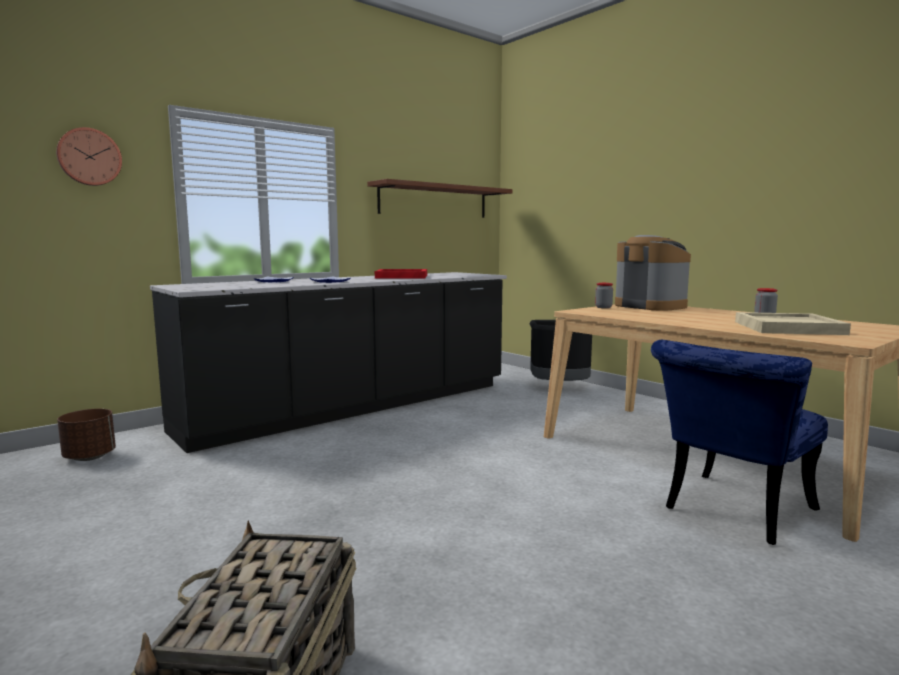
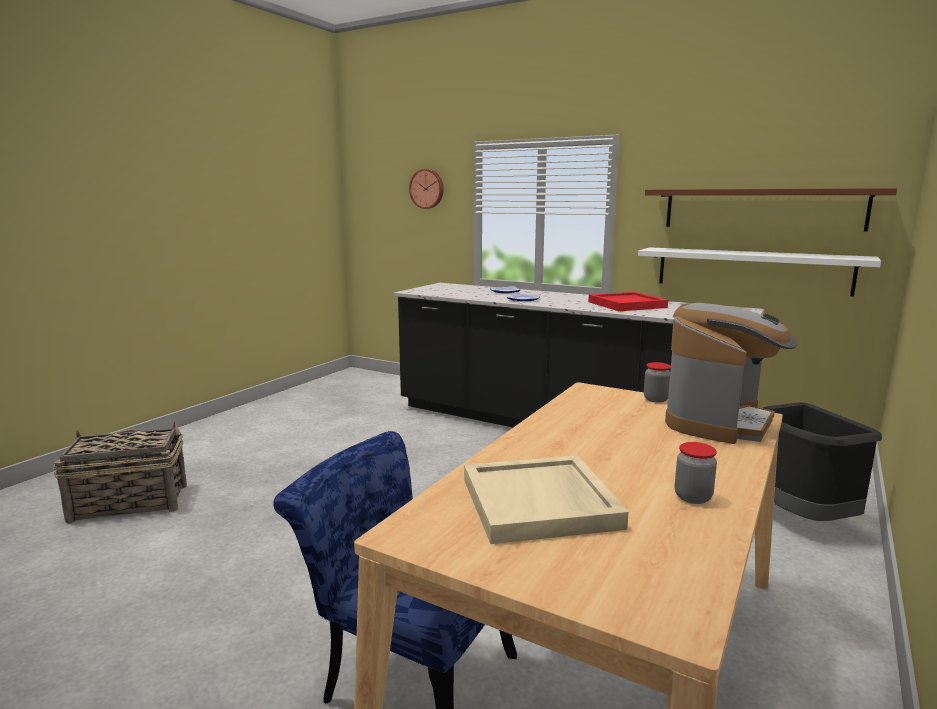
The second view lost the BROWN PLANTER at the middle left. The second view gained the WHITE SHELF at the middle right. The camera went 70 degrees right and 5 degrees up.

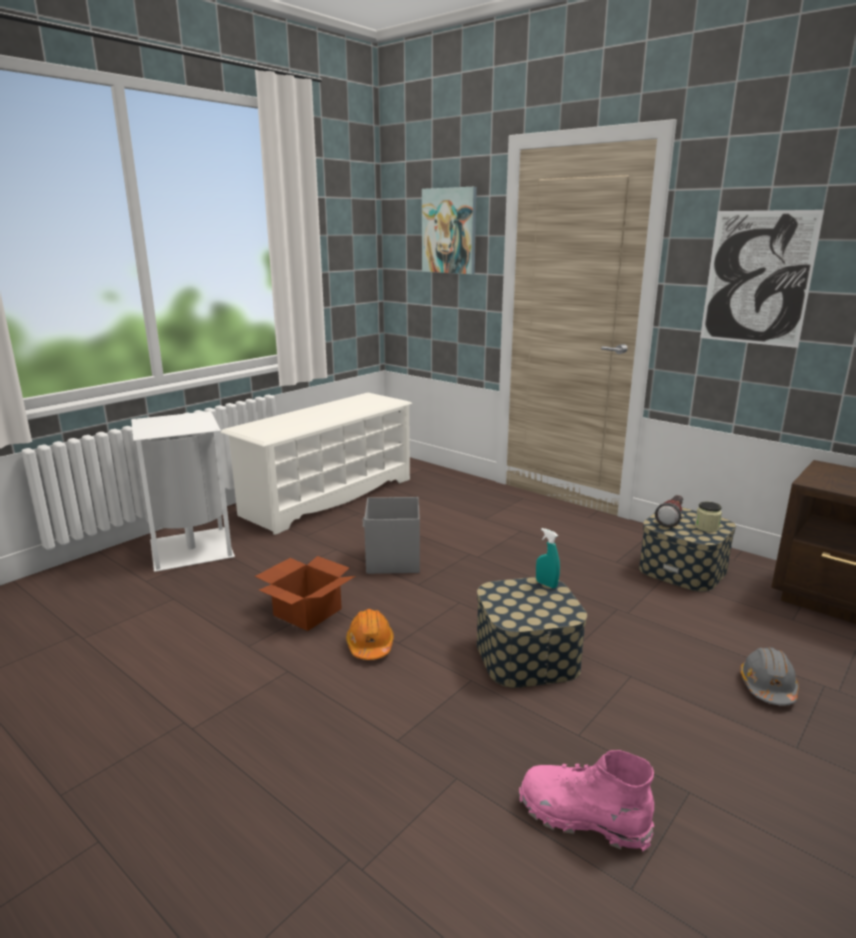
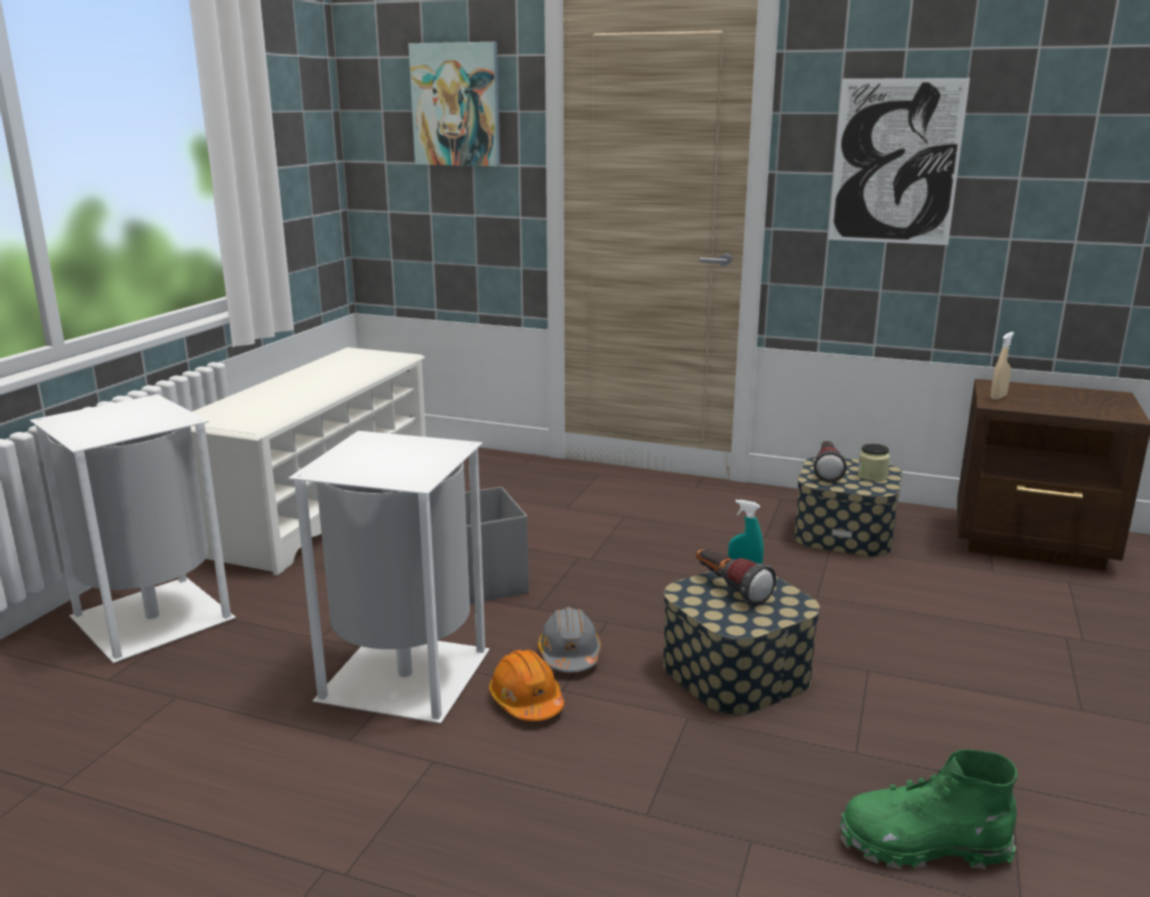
Where the CARDBOARD BOX stood at the centre, the WHITE TRASH CAN (no. 2 from left) came to stand at the centre. The GREY HARD HAT ended up elsewhere, having gone from the bottom right to the bottom centre. What was the PINK BOOT at the bottom right turned into the GREEN BOOT at the bottom right. The second view gained the BEIGE SPRAY BOTTLE at the middle right. The second view gained the FLASHLIGHT (no. 1 from left) at the centre. The camera went 20 degrees left and 0 degrees up.

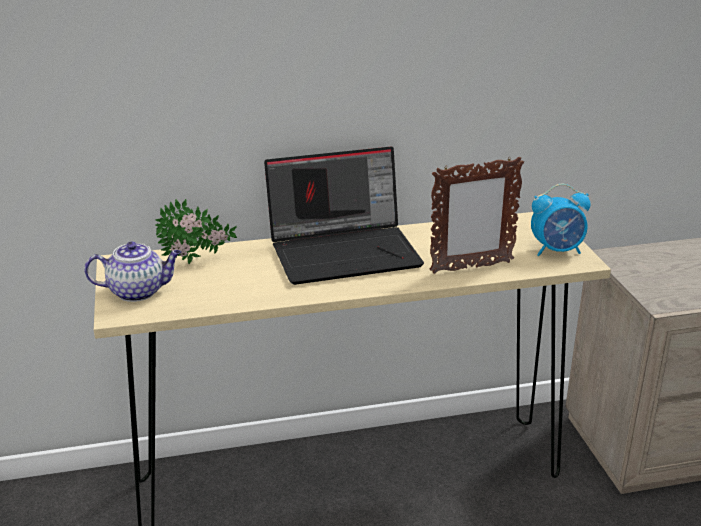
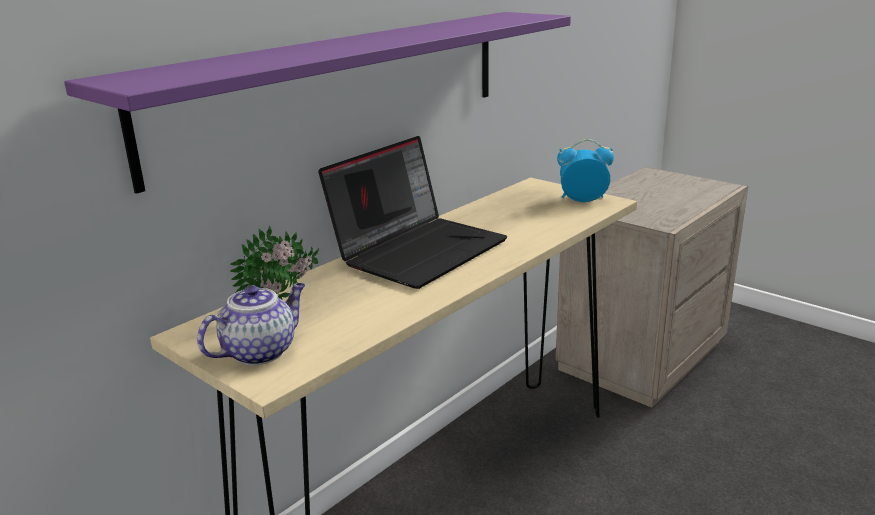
The second view lost the PICTURE FRAME at the middle right. The ALARM CLOCK at the middle right ended up facing another way, 135 degrees counterclockwise from before. The second view gained the PURPLE SHELF at the top centre. The camera went 35 degrees left and 5 degrees down.

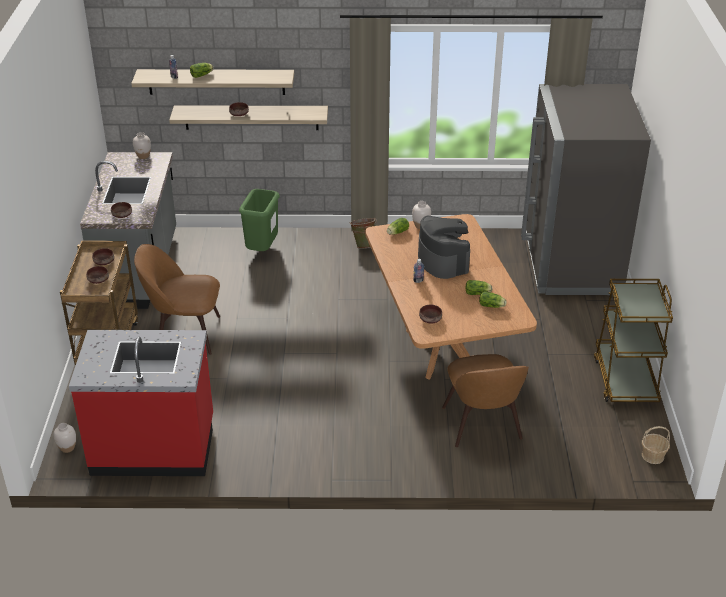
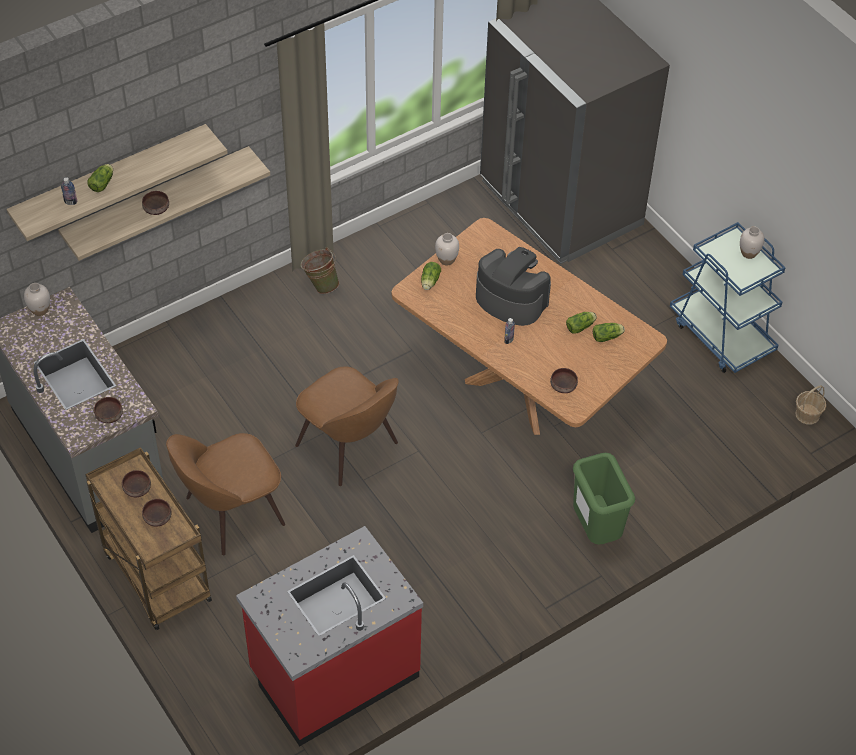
The GREEN TRASH CAN ended up elsewhere, having gone from the centre to the middle right. What was the BROWN CART (no. 2 from left) at the middle right turned into the BLUE CART at the middle right. The BROWN CHAIR (no. 2 from left) ended up elsewhere, having gone from the bottom right to the centre. The WHITE VASE (no. 1 from left in the first image) ended up elsewhere, having gone from the bottom left to the top right. The camera went 35 degrees left and 15 degrees up.

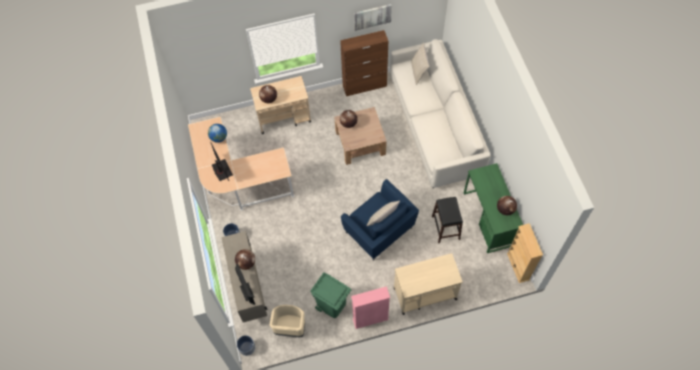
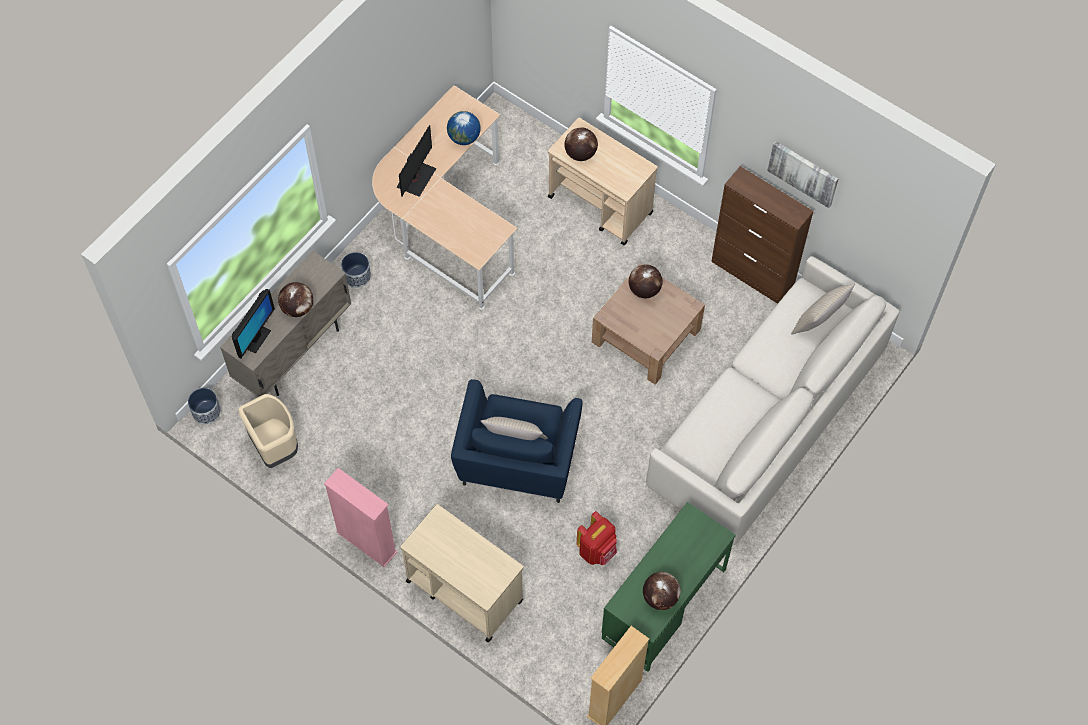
Where the BLACK STOOL stood at the centre, the RED BACKPACK came to stand at the bottom centre. The second view lost the GREEN TRASH CAN at the bottom centre. The camera went 50 degrees right and 0 degrees up.

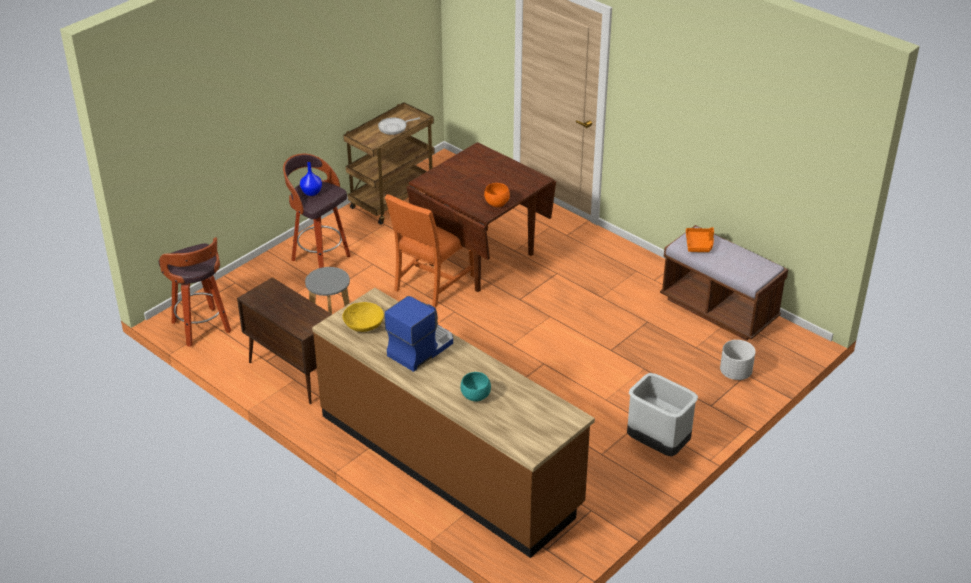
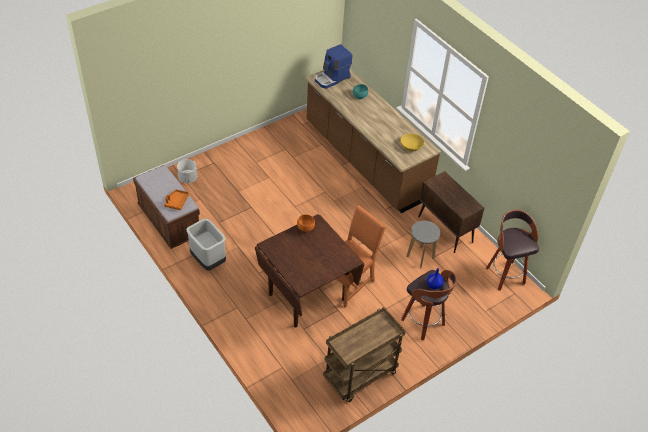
The second view lost the FRYING PAN at the top centre. The COFFEE MACHINE ended up elsewhere, having gone from the centre to the top centre. The GREY TRASH CAN ended up elsewhere, having gone from the bottom right to the middle left. The camera went 170 degrees left and 10 degrees up.

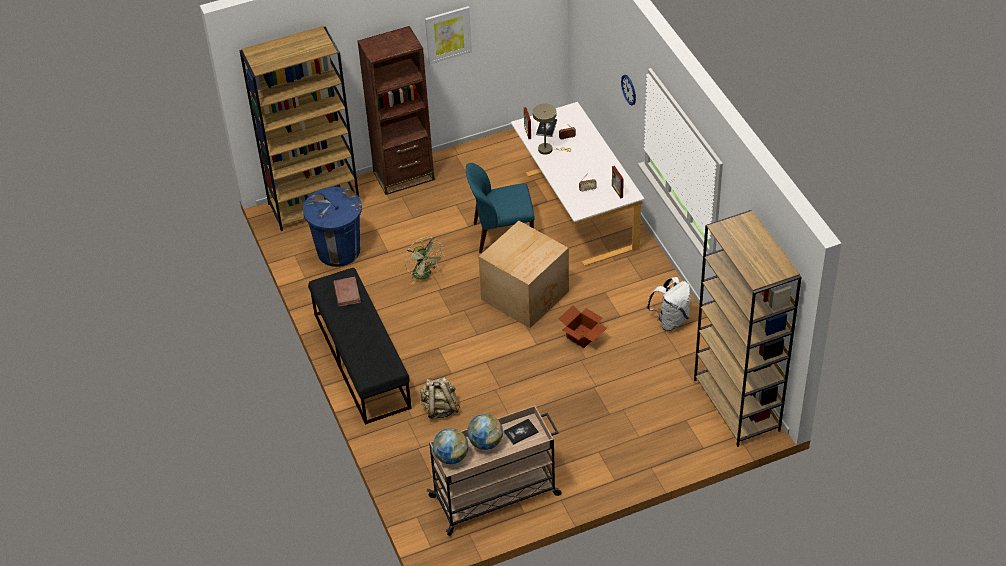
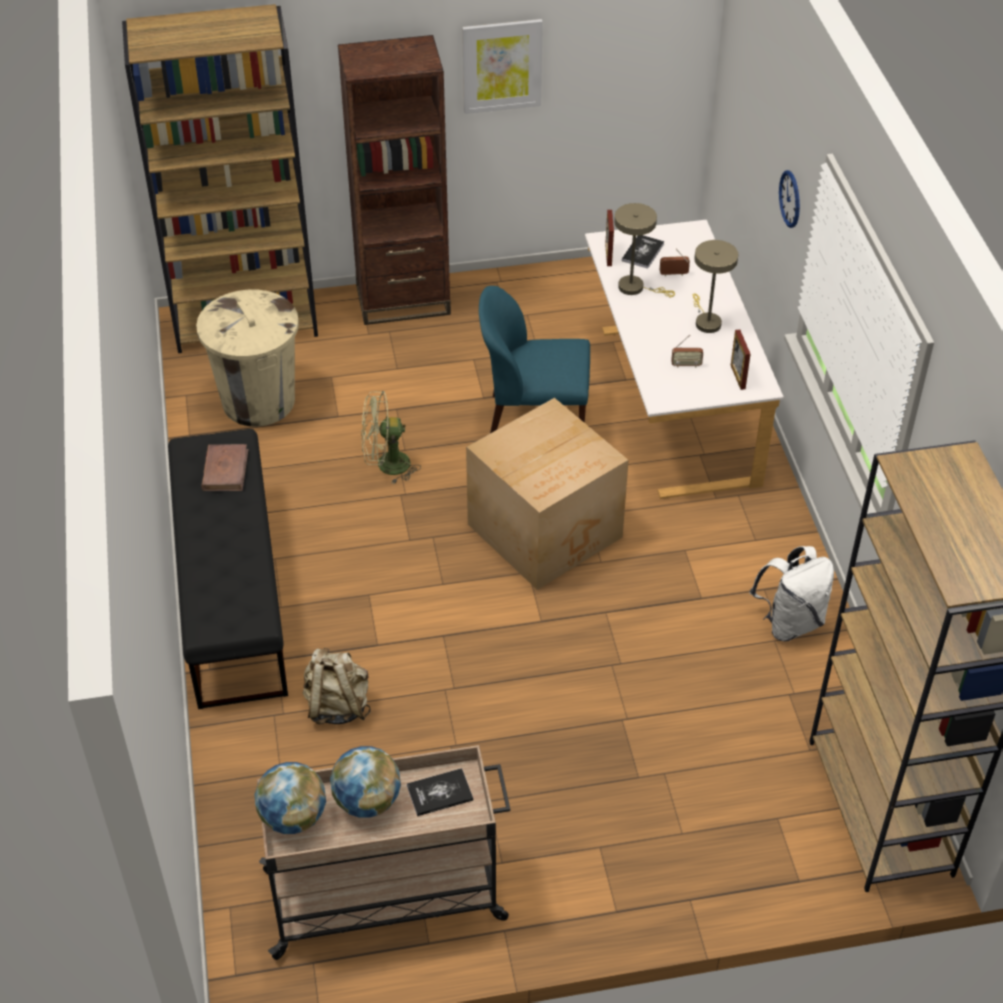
What was the BLUE TRASH CAN at the middle left turned into the BEIGE TRASH CAN at the middle left. The GREEN FAN at the centre ended up facing another way, 105 degrees clockwise from before. The second view lost the CARDBOARD BOX (no. 2 from left) at the centre. The second view gained the BEIGE TABLE LAMP (no. 2 from left) at the top right. The camera went 10 degrees right and 0 degrees up.

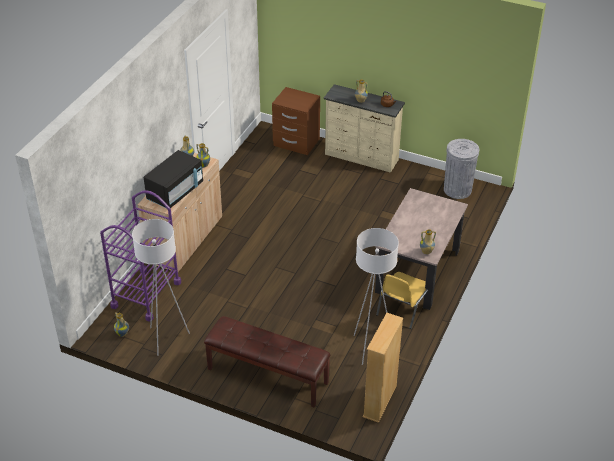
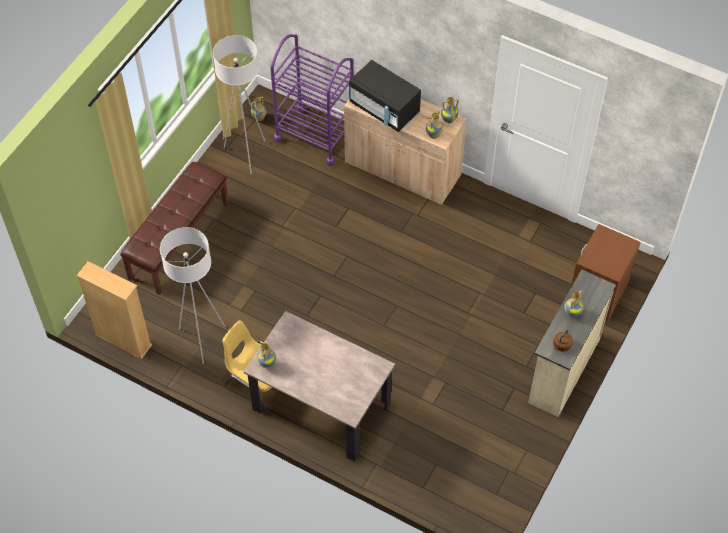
The second view lost the GREY TRASH CAN at the middle right. The camera went 95 degrees right and 15 degrees up.

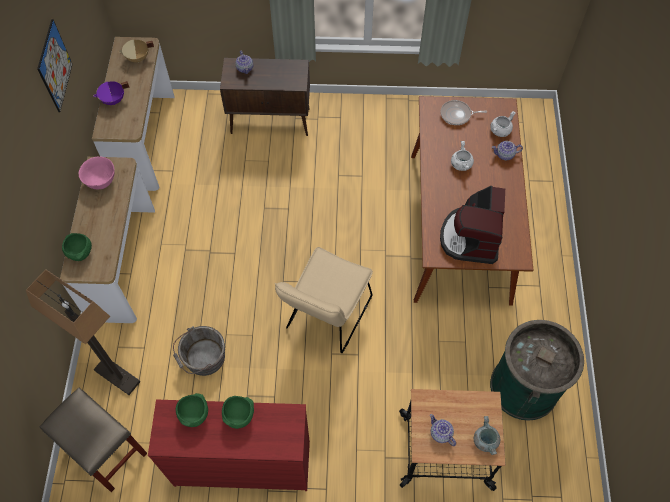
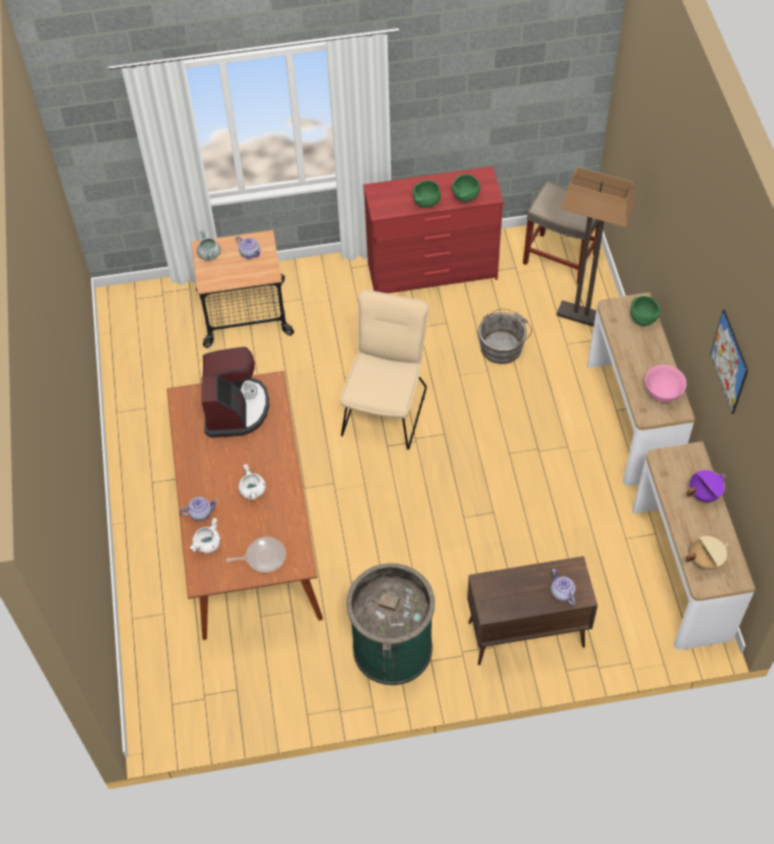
The GREEN TRASH CAN ended up elsewhere, having gone from the bottom right to the bottom centre. The camera went 170 degrees right and 5 degrees down.

